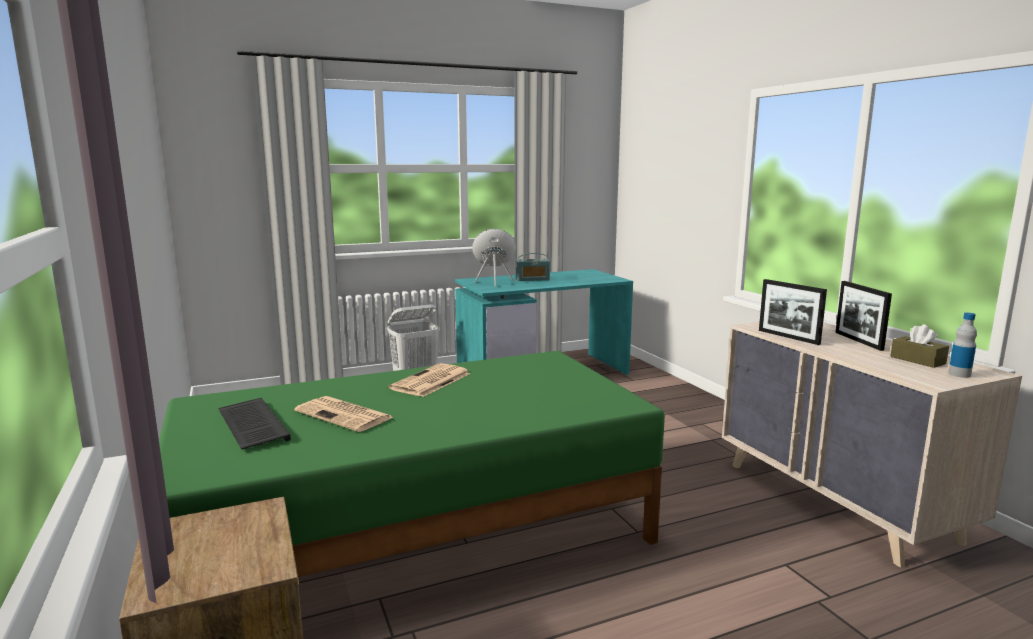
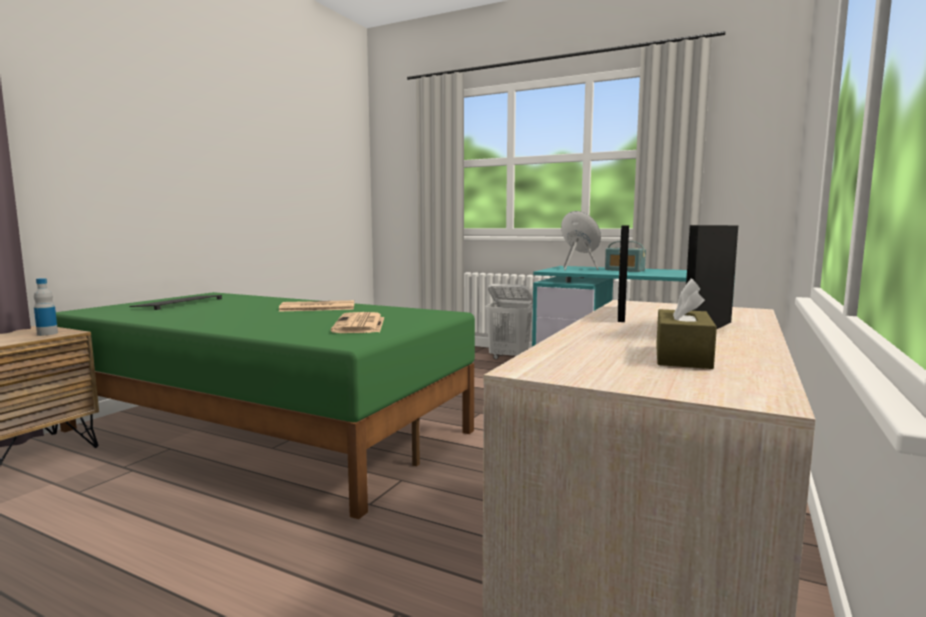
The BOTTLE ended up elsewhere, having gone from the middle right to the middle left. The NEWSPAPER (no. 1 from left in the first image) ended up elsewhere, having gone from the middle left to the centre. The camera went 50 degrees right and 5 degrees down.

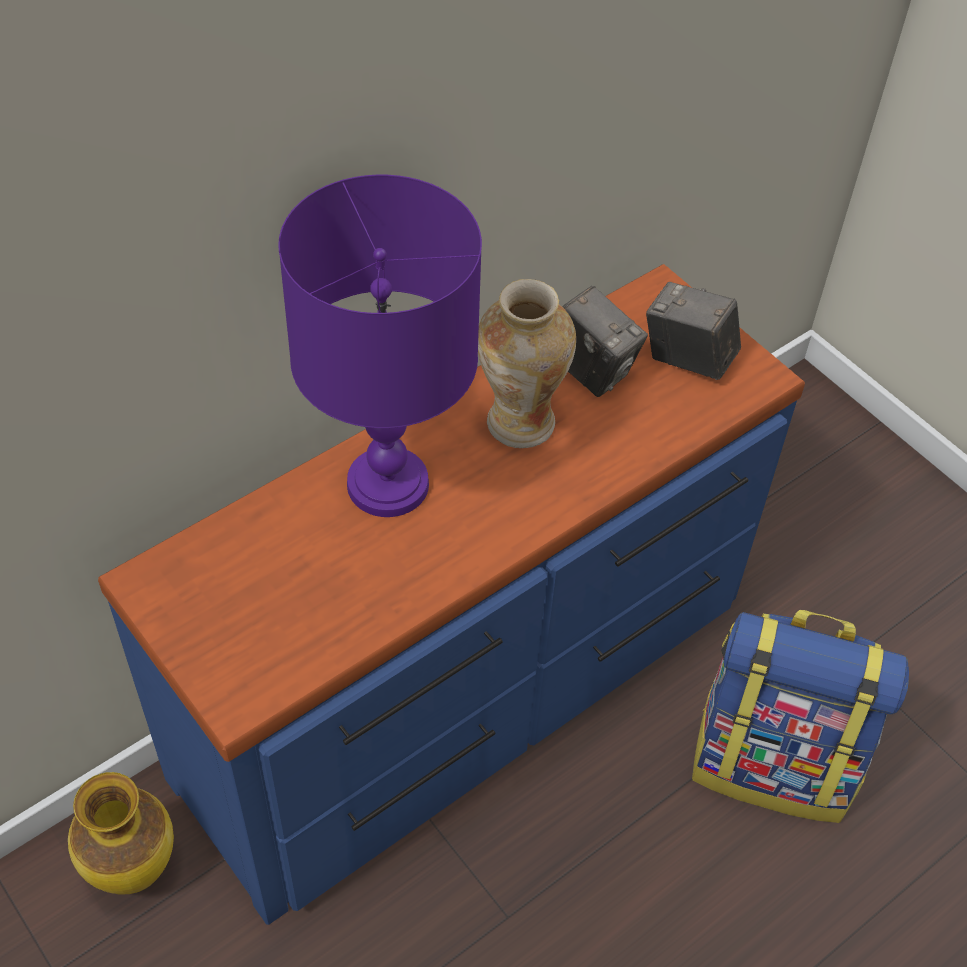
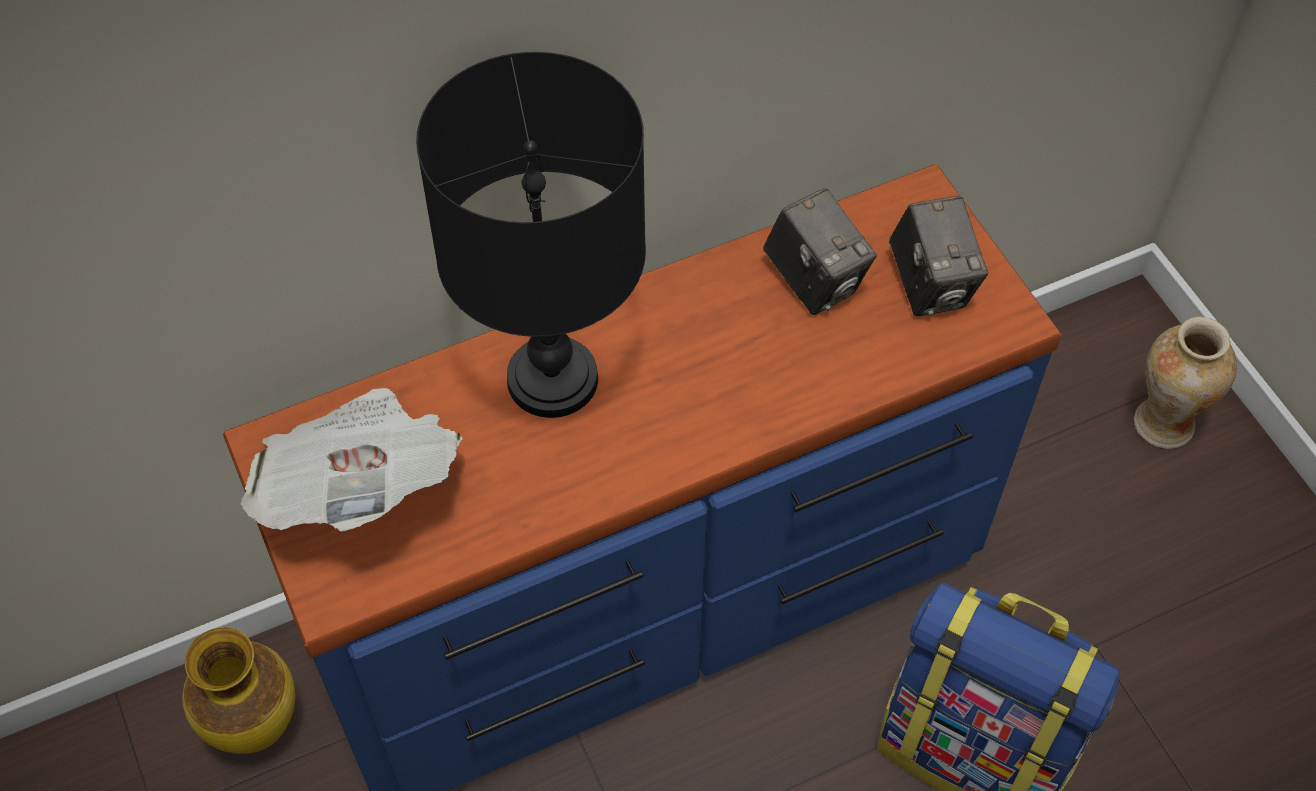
What was the PURPLE TABLE LAMP at the centre turned into the BLACK TABLE LAMP at the top centre. The VASE (no. 2 from left) ended up elsewhere, having gone from the centre to the middle right. The PHOTO CAMERA (no. 2 from left) at the middle right ended up facing another way, 150 degrees counterclockwise from before. The second view gained the NEWSPAPER at the middle left. The camera went 15 degrees right and 5 degrees up.

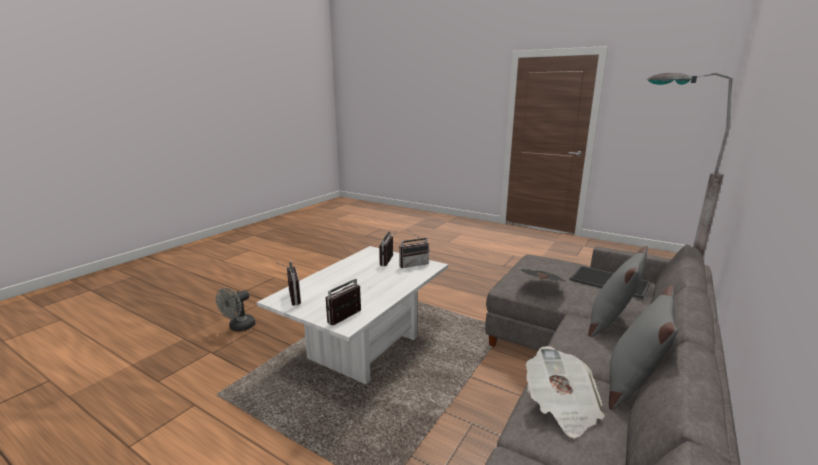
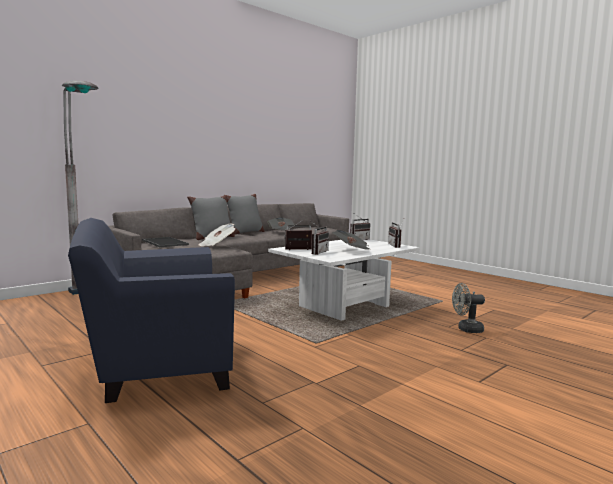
The GREY FAN at the bottom left ended up facing another way, 135 degrees counterclockwise from before. The second view gained the BLUE ARMCHAIR at the middle left. The second view gained the NEWSPAPER (no. 3 from left) at the centre. The camera went 165 degrees left and 10 degrees down.

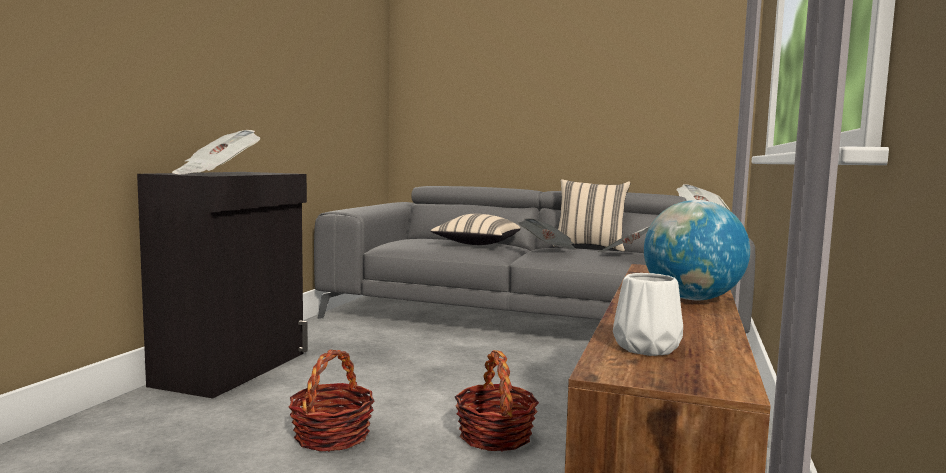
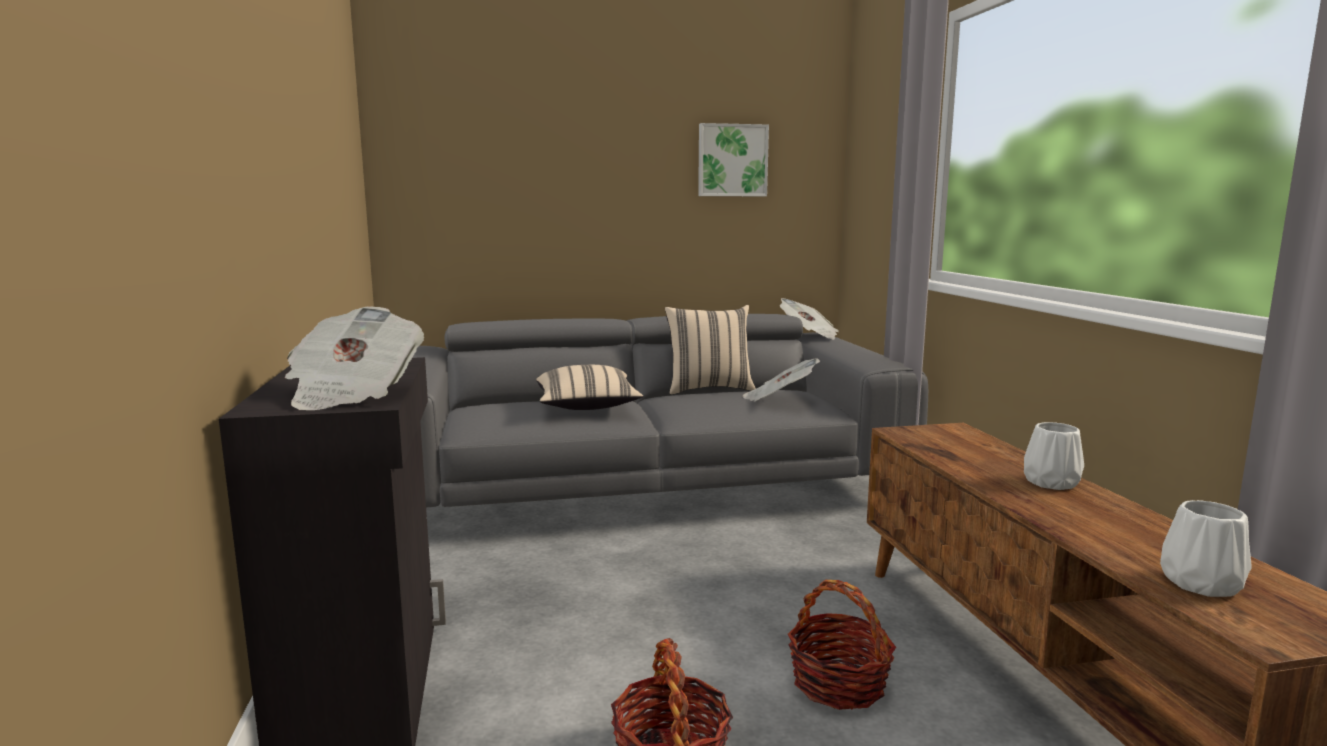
Where the GLOBE stood at the middle right, the WHITE VASE (no. 1 from left) came to stand at the middle right. The second view lost the NEWSPAPER (no. 2 from left) at the centre. The second view gained the PICTURE at the top centre. The camera went 30 degrees left and 5 degrees up.

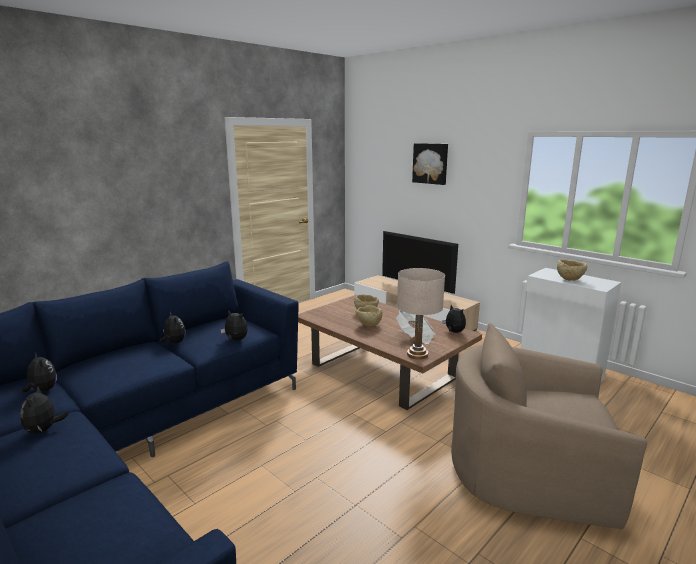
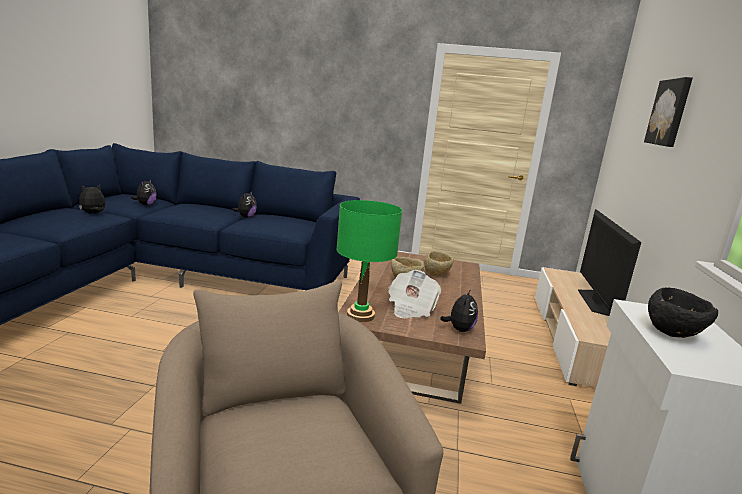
What was the BEIGE BOWL (no. 3 from left) at the middle right turned into the BLACK BOWL at the middle right. What was the BEIGE TABLE LAMP at the centre turned into the GREEN TABLE LAMP at the centre. The second view lost the PLUSH TOY (no. 4 from left) at the centre. The camera went 55 degrees right and 0 degrees up.

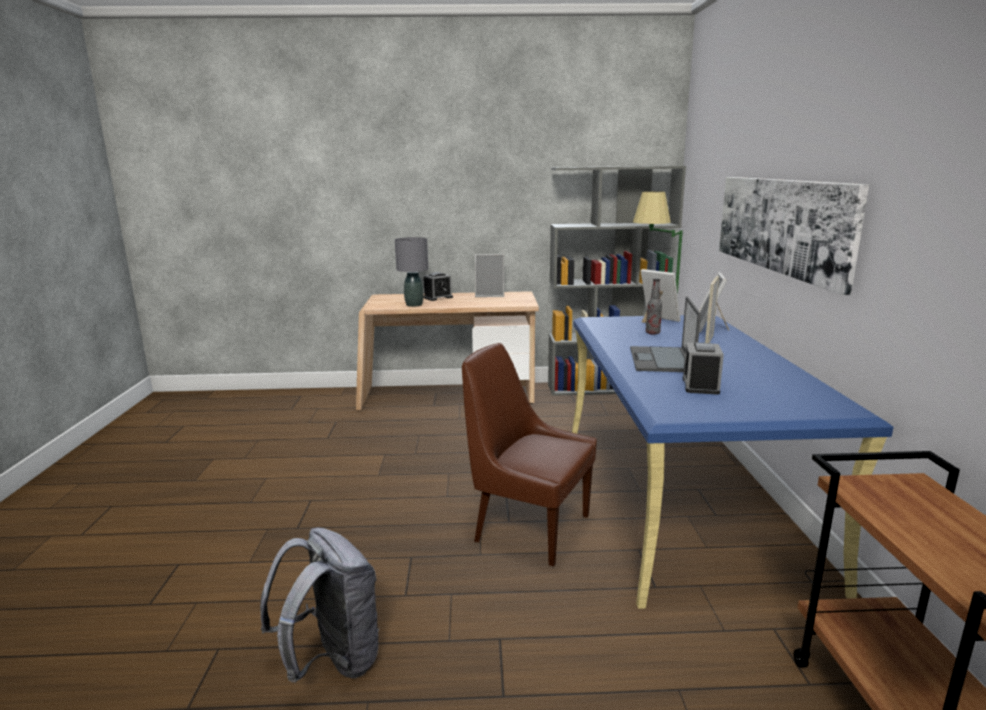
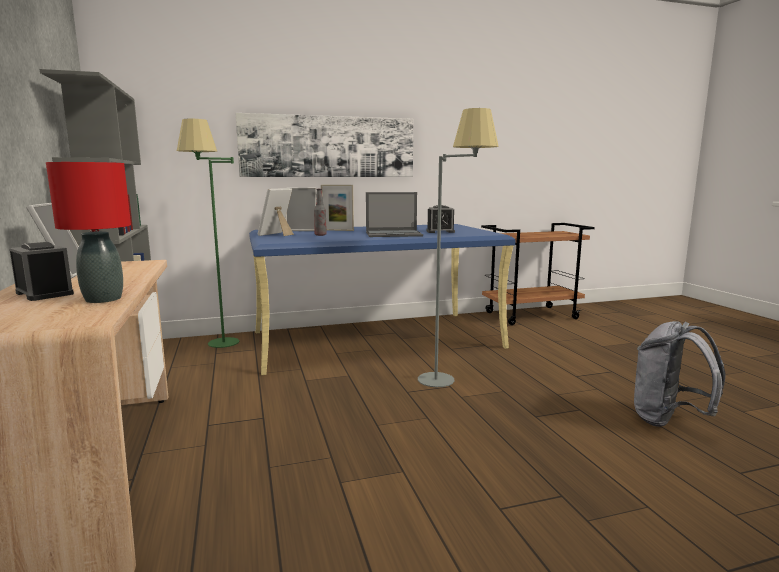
What was the GREY TABLE LAMP at the centre turned into the RED TABLE LAMP at the middle left. Where the BROWN CHAIR stood at the centre, the GREY FLOOR LAMP came to stand at the centre. The camera went 105 degrees left and 5 degrees down.

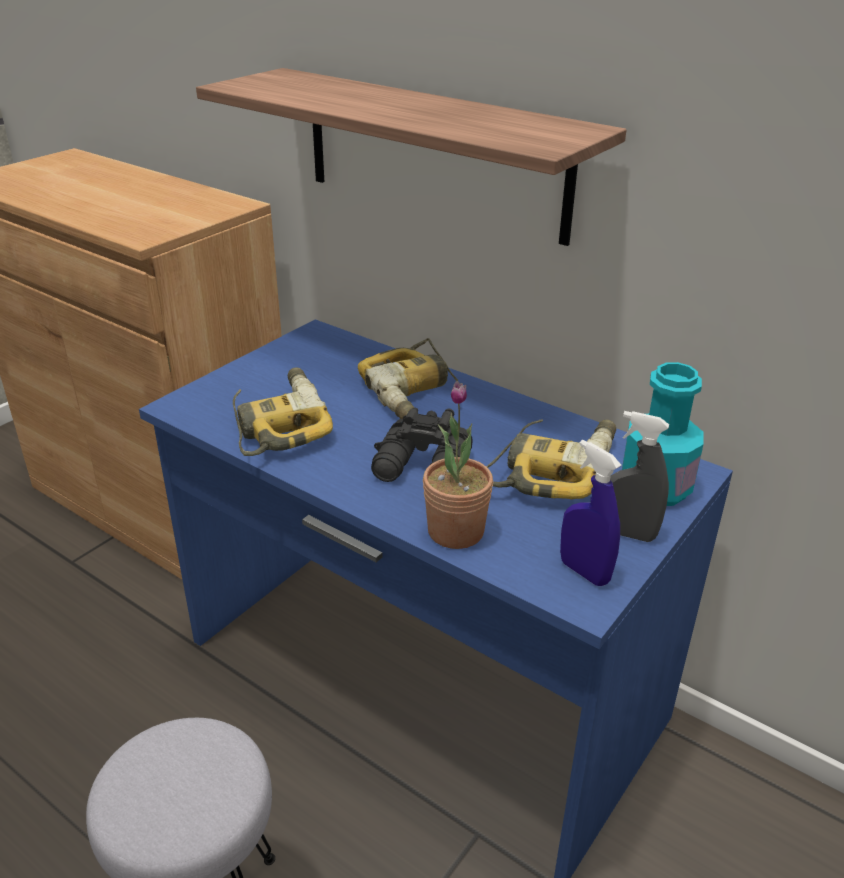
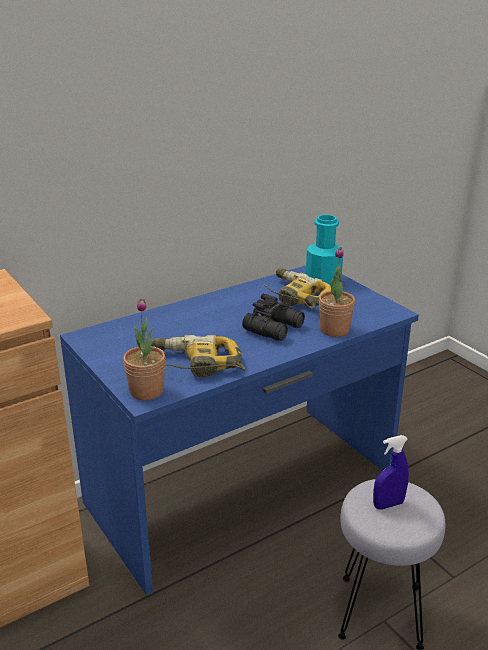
The second view lost the SHELF at the top centre. The second view lost the POWER DRILL (no. 2 from left) at the centre. The second view lost the GREY SPRAY BOTTLE at the middle right. The BLUE SPRAY BOTTLE ended up elsewhere, having gone from the middle right to the bottom right. The second view gained the POTTED PLANT (no. 1 from left) at the middle left. The camera went 70 degrees left and 5 degrees down.

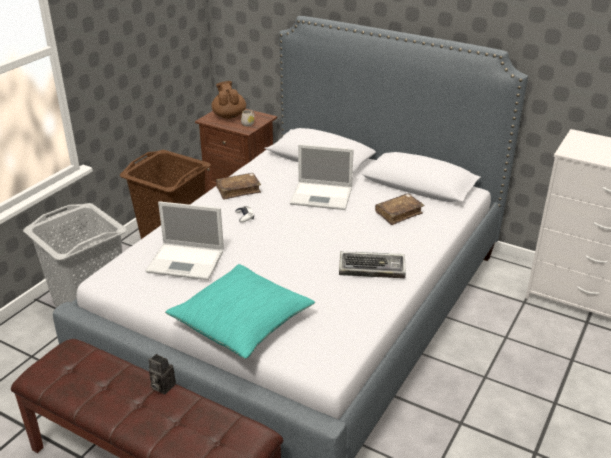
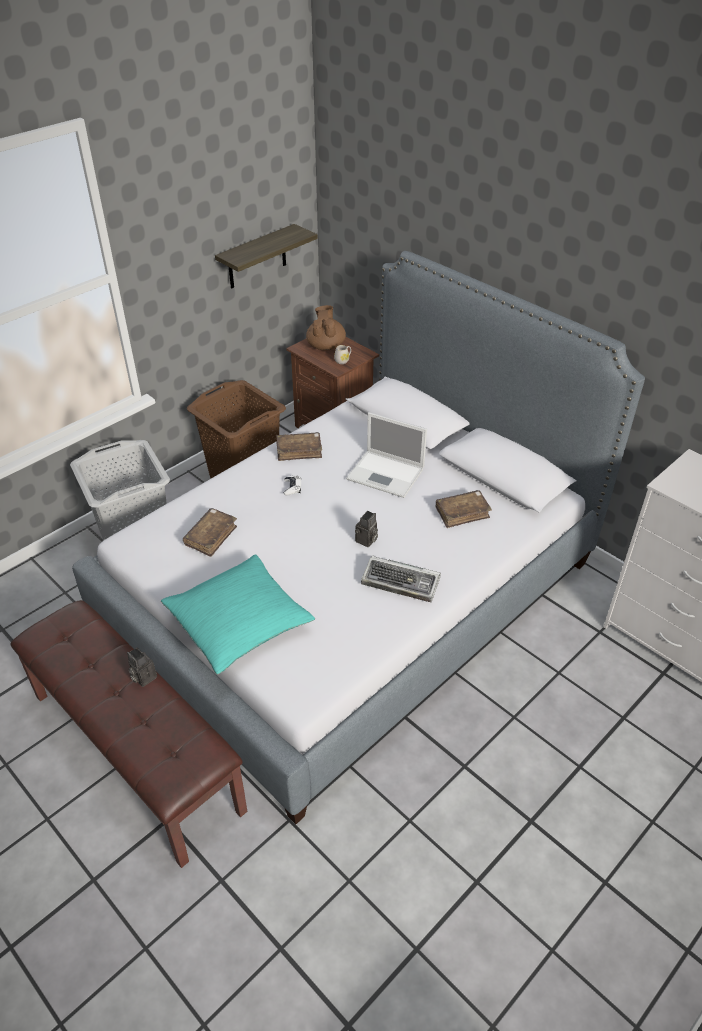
Where the LAPTOP (no. 1 from left) stood at the middle left, the BROWN BOOK (no. 1 from left) came to stand at the middle left. The second view gained the SHELF at the top centre. The second view gained the PHOTO CAMERA (no. 2 from left) at the centre. The camera went 15 degrees right and 10 degrees up.

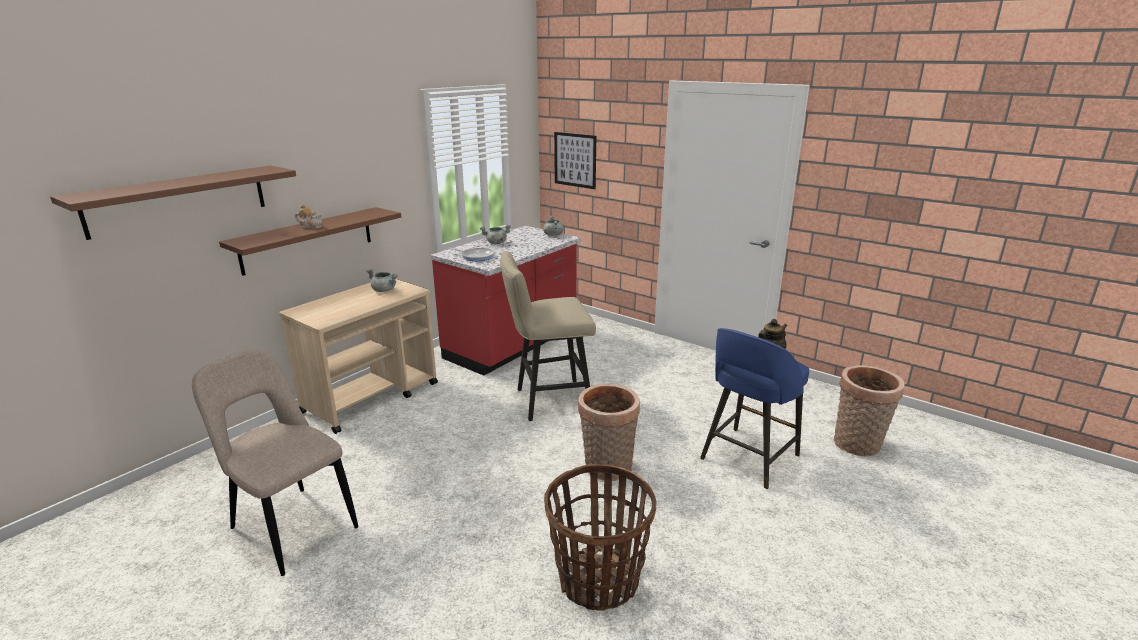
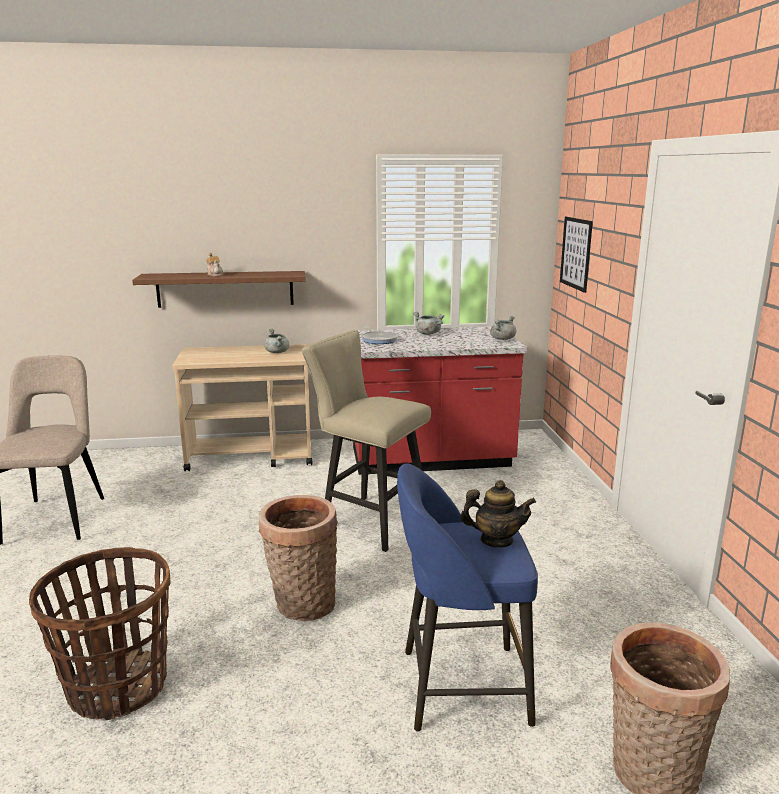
The second view lost the BROWN SHELF (no. 1 from left) at the top left. The camera went 45 degrees right and 5 degrees down.

